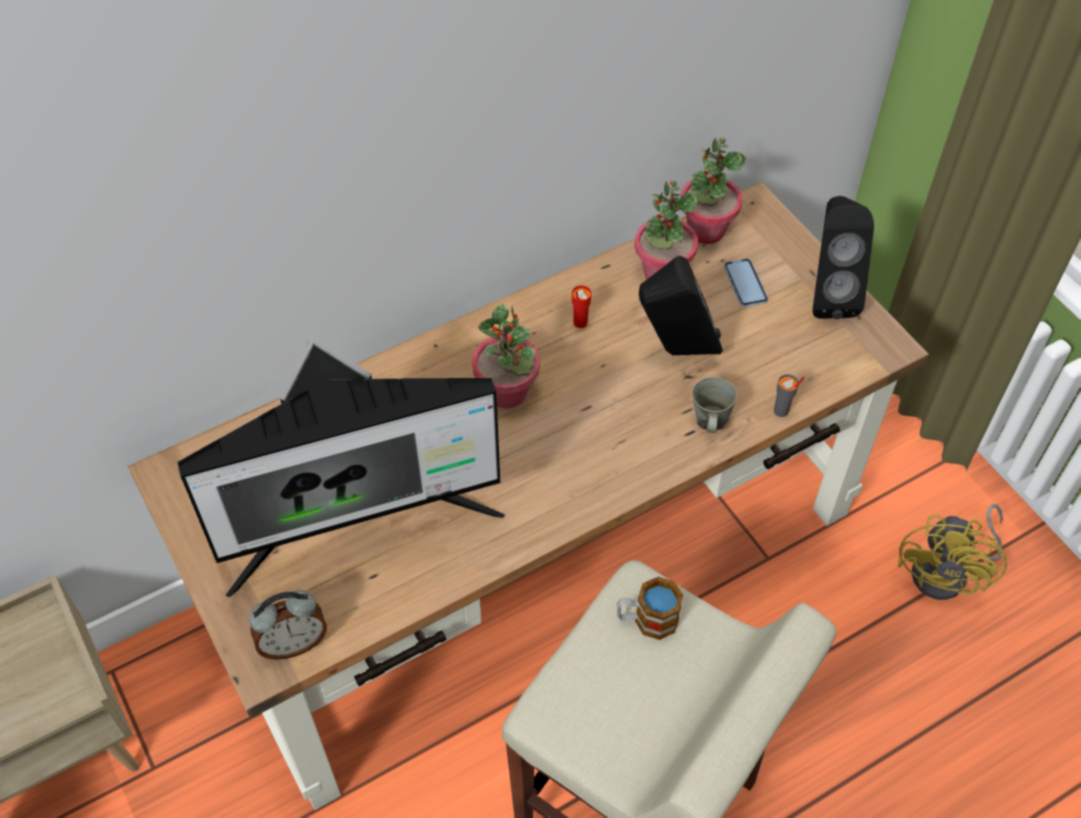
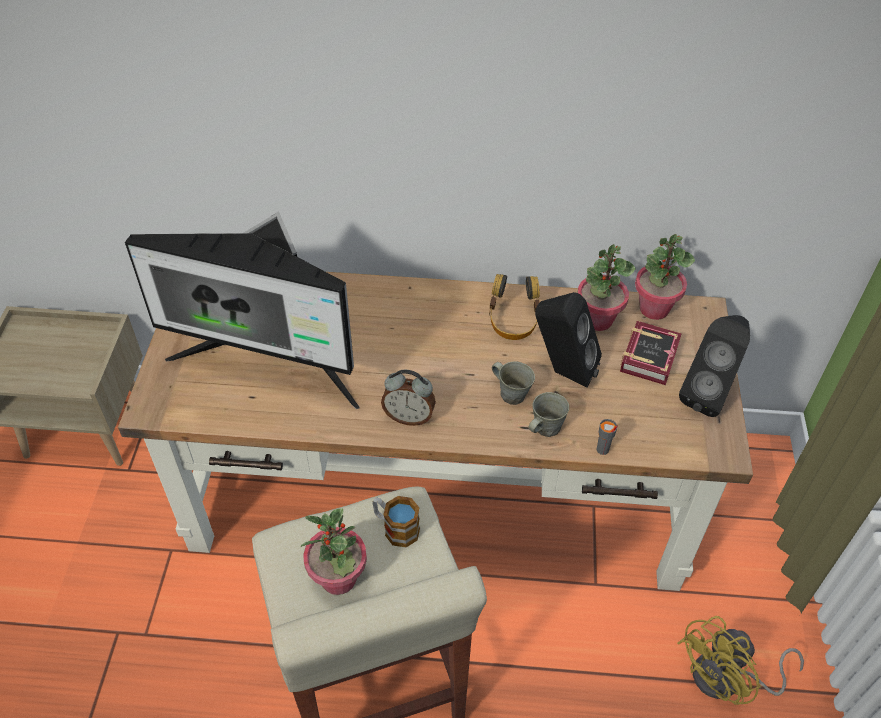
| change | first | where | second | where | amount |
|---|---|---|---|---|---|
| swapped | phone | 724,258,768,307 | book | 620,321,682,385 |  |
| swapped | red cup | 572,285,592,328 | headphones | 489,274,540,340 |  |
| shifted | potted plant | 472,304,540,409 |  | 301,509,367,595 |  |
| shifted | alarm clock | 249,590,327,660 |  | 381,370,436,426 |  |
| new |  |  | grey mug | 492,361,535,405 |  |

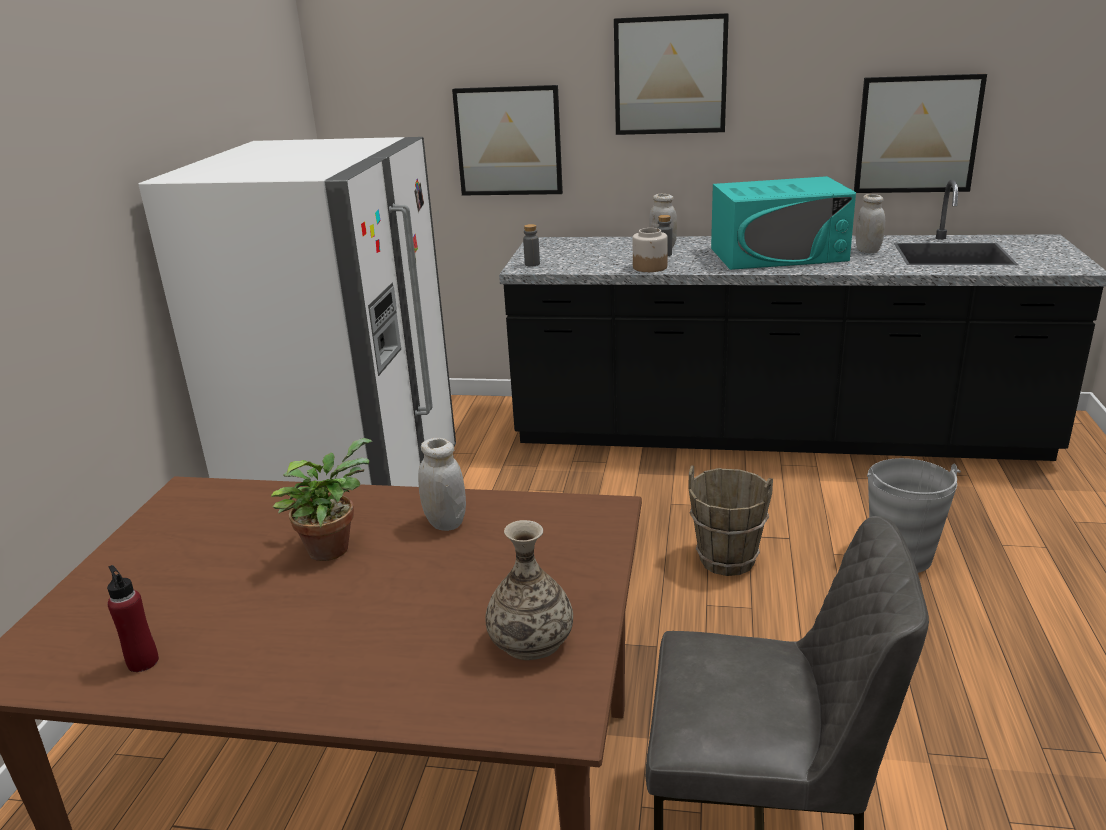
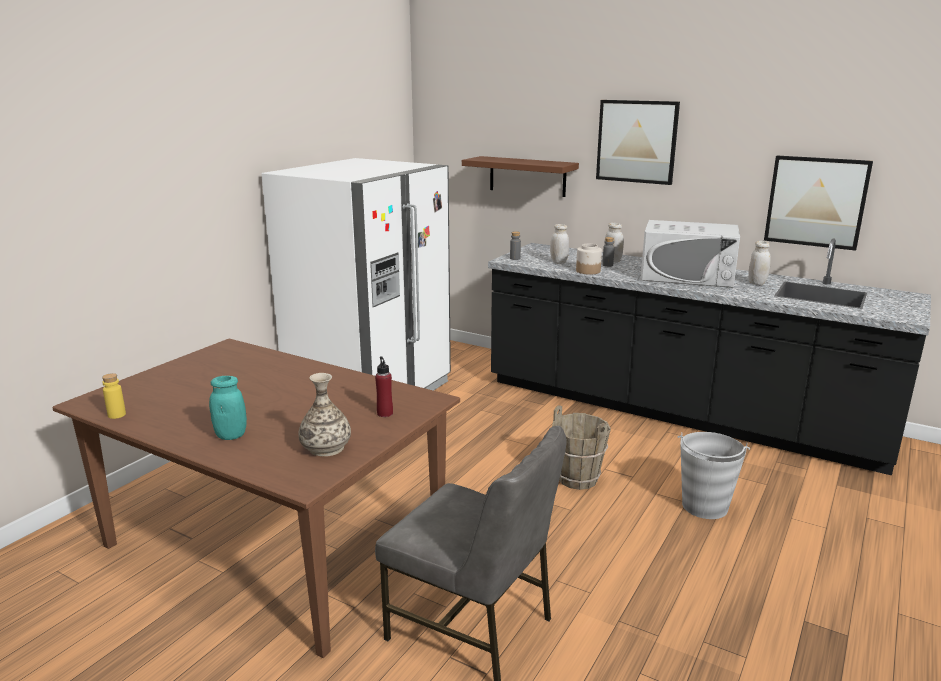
| change | first | where | second | where | amount |
|---|---|---|---|---|---|
| swapped | picture | 452,85,563,195 | brown shelf | 462,156,579,197 |  |
| repainted | turquoise microwave | 711,176,856,270 | white microwave | 641,220,740,288 |  |
| gone | potted plant | 271,438,372,561 |  |  |  |
| shifted | white jar | 418,438,466,531 |  | 550,224,569,264 |  |
| shifted | red bottle | 107,565,159,672 |  | 375,356,393,417 |  |
| new |  |  | yellow bottle | 102,373,126,419 |  |
| new |  |  | turquoise jar | 209,376,247,440 |  |

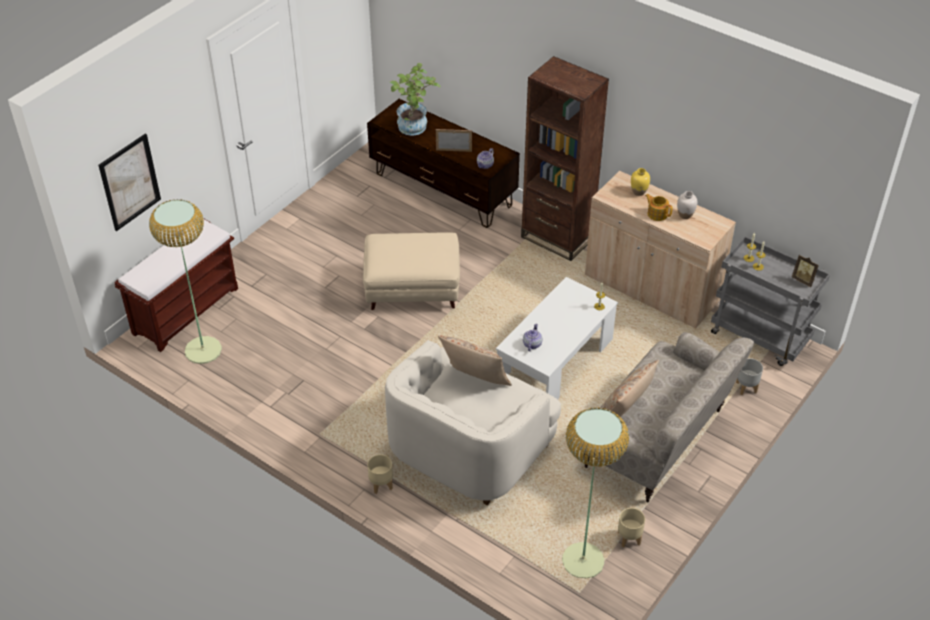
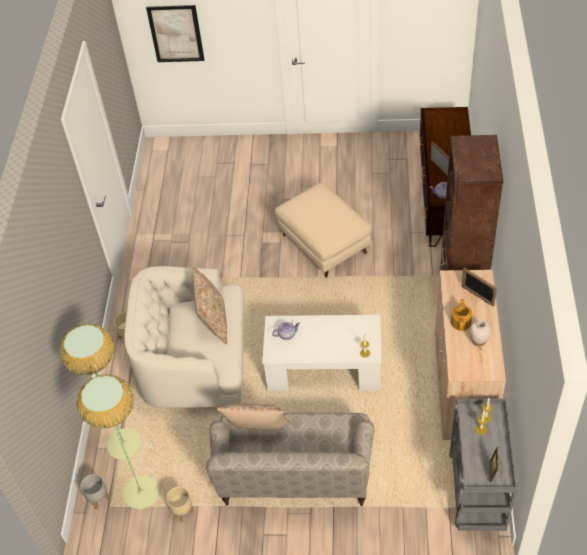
| change | first | where | second | where | amount |
|---|---|---|---|---|---|
| gone | potted plant | 390,63,441,136 |  |  |  |
| swapped | yellow vase | 631,168,650,196 | picture frame | 462,267,497,307 |  |
| shifted | floor lamp | 149,199,222,364 |  | 59,324,141,460 |  |
| gone | brown bench | 114,218,238,352 |  |  |  |
| shifted | grey planter | 736,358,763,395 |  | 80,474,110,509 |  |

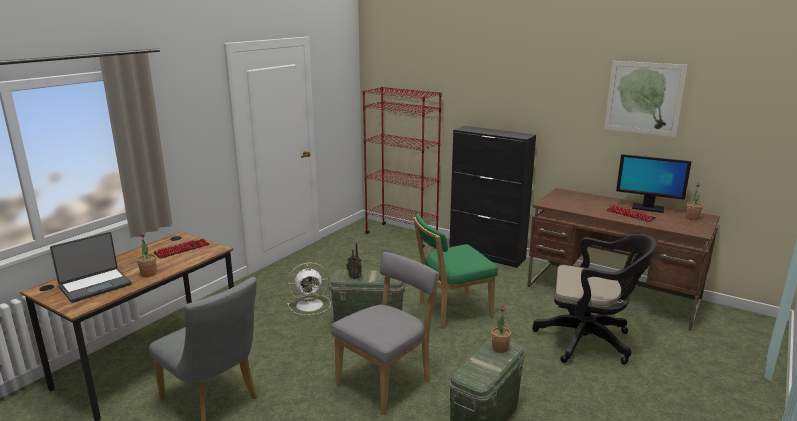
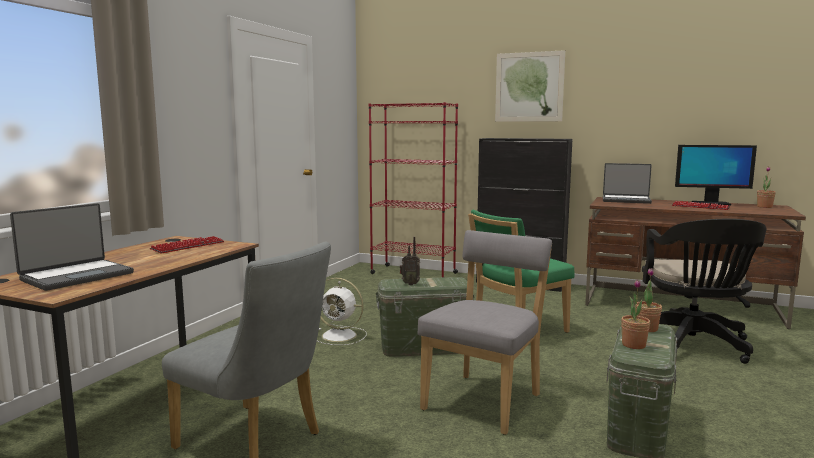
| change | first | where | second | where | amount |
|---|---|---|---|---|---|
| shifted | picture | 604,61,688,137 |  | 495,50,565,122 |  |
| shifted | potted plant | 137,232,157,277 |  | 621,279,650,349 |  |
| rotated | black office chair | 532,234,657,364 |  | 642,219,766,364 | 90 degrees clockwise |
| rotated | white fan | 287,262,331,315 |  | 317,278,367,345 | 45 degrees clockwise |
| new |  |  | laptop | 603,163,652,204 |  |

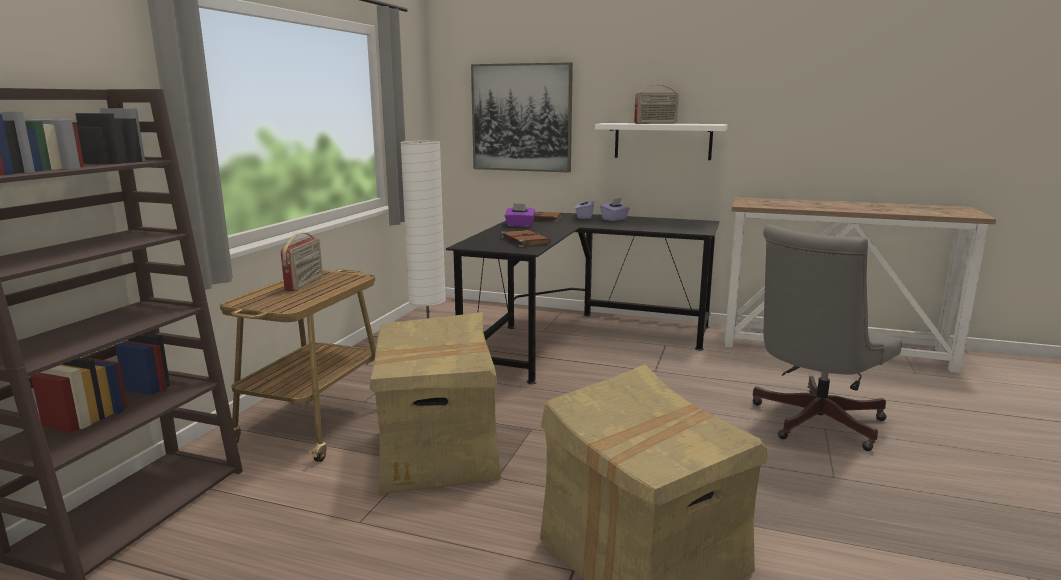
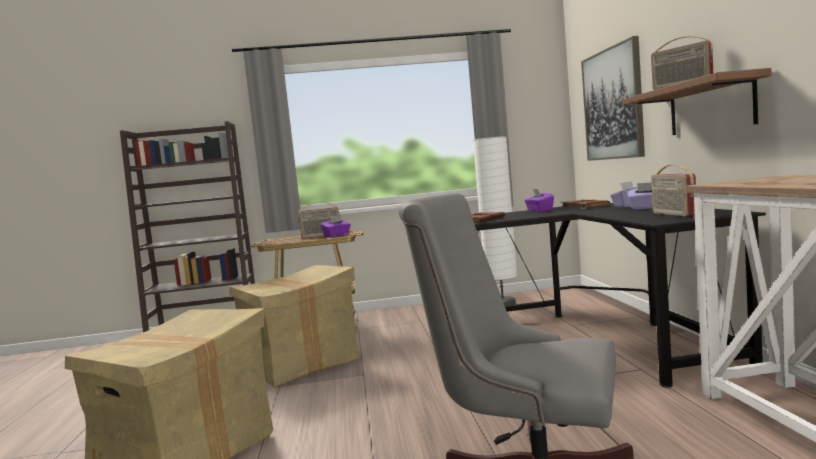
| change | first | where | second | where | amount |
|---|---|---|---|---|---|
| repainted | white shelf | 595,123,728,160 | brown shelf | 622,68,772,135 |  |
| new |  |  | radio | 651,164,696,217 |  |
| new |  |  | purple tissue box | 320,215,351,237 |  |

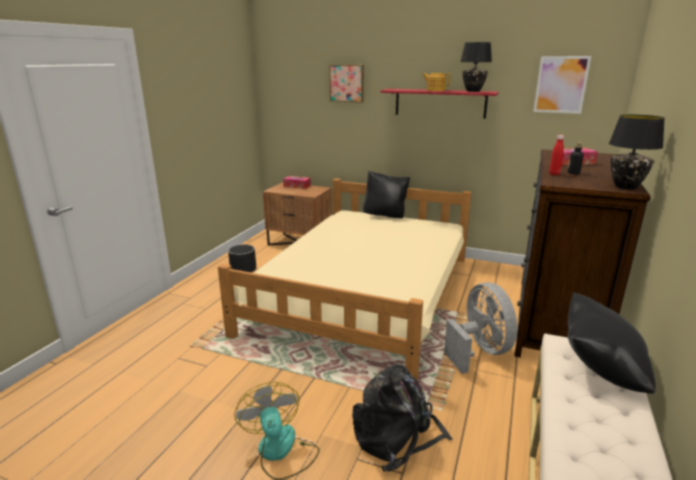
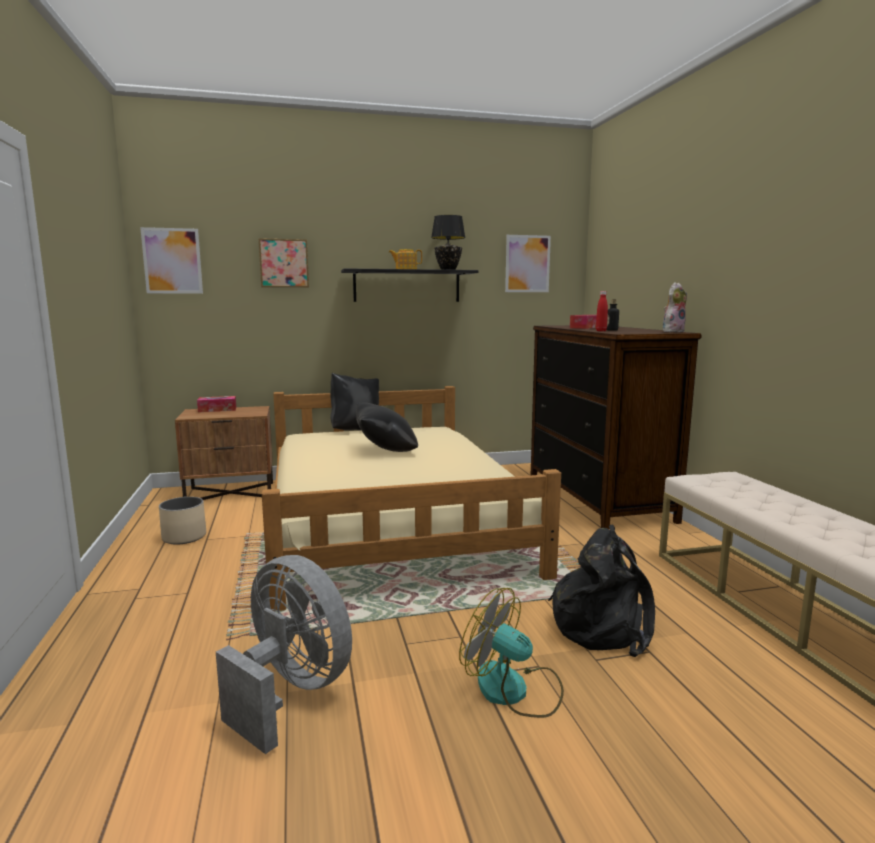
| change | first | where | second | where | amount |
|---|---|---|---|---|---|
| repainted | red shelf | 380,89,499,119 | black shelf | 341,268,478,302 |  |
| swapped | black table lamp | 609,115,665,189 | plush toy | 663,282,687,332 |  |
| repainted | black planter | 228,244,256,273 | beige planter | 159,497,206,544 |  |
| shifted | grey fan | 444,282,517,374 |  | 216,555,352,754 |  |
| shifted | black pillow | 568,292,656,394 |  | 356,402,418,452 |  |
| new |  |  | picture | 140,227,203,293 |  |

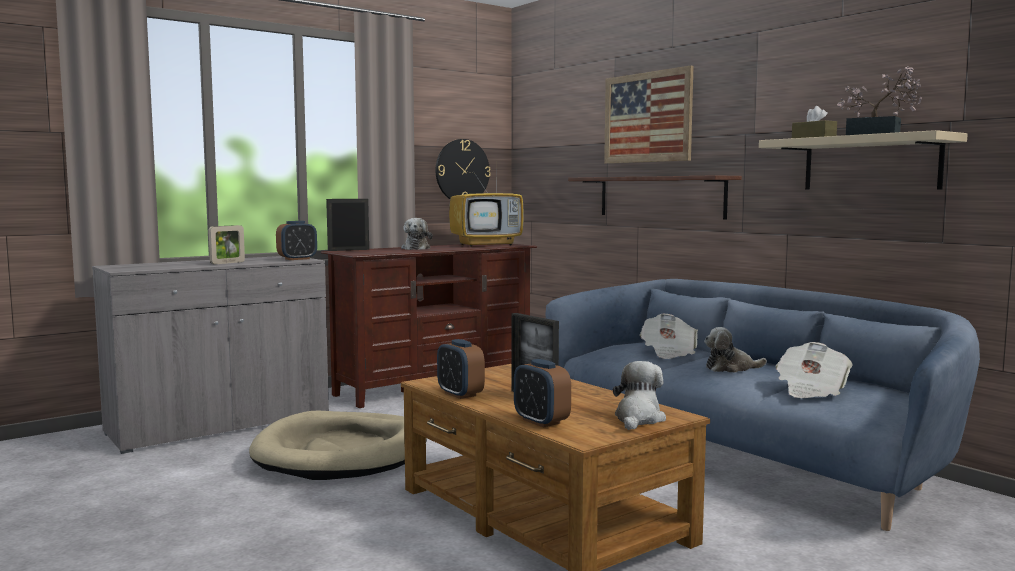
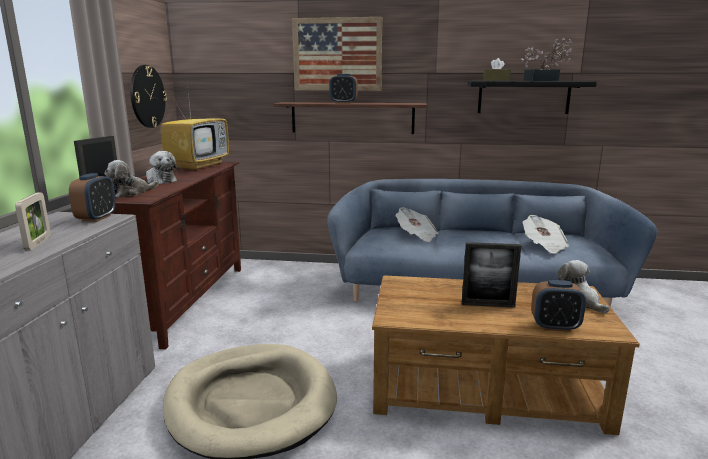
| change | first | where | second | where | amount |
|---|---|---|---|---|---|
| repainted | beige shelf | 759,130,968,190 | black shelf | 468,81,597,114 |  |
| shifted | plush toy | 704,327,767,373 |  | 105,160,158,198 |  |
| shifted | alarm clock | 437,339,485,399 |  | 329,74,358,103 |  |

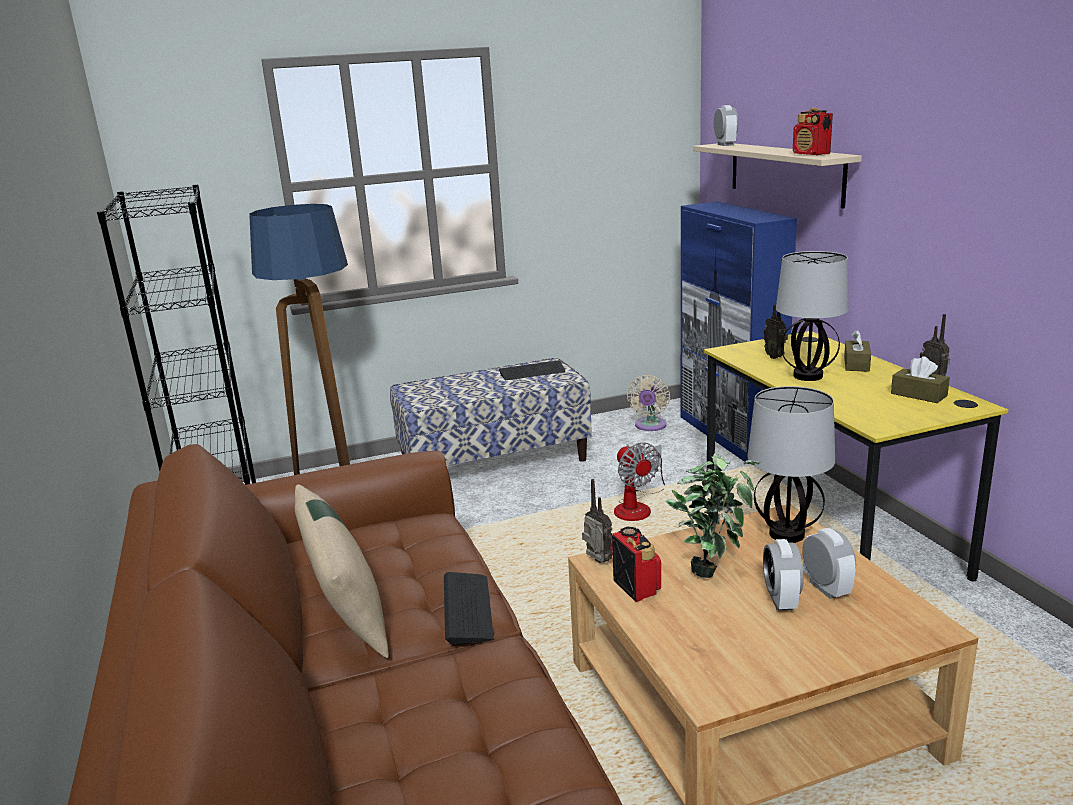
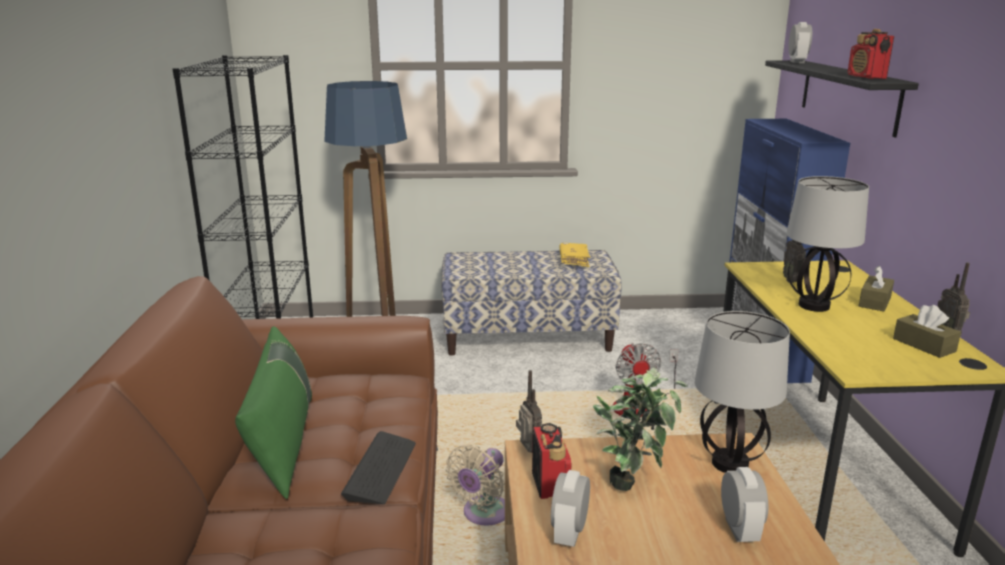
| change | first | where | second | where | amount |
|---|---|---|---|---|---|
| repainted | beige shelf | 693,143,862,209 | black shelf | 765,60,919,137 |  |
| swapped | keyboard | 499,360,565,380 | yellow book | 559,243,590,267 |  |
| shifted | beige fan | 627,375,670,431 |  | 446,444,505,526 |  |
| repainted | beige pillow | 295,484,389,658 | green pillow | 235,326,312,499 |  |
| shifted | alarm clock | 763,539,804,611 |  | 551,470,590,547 |  |

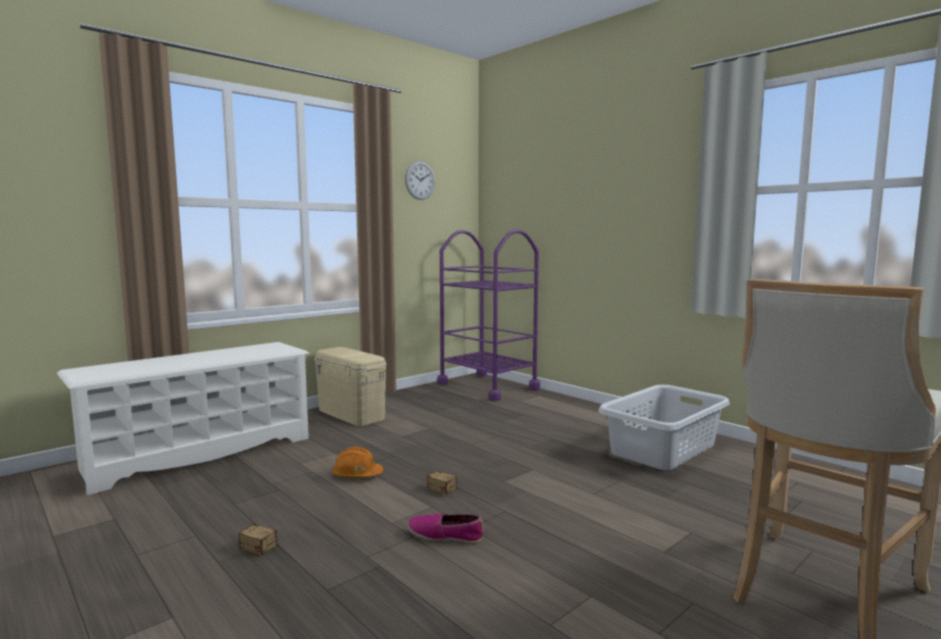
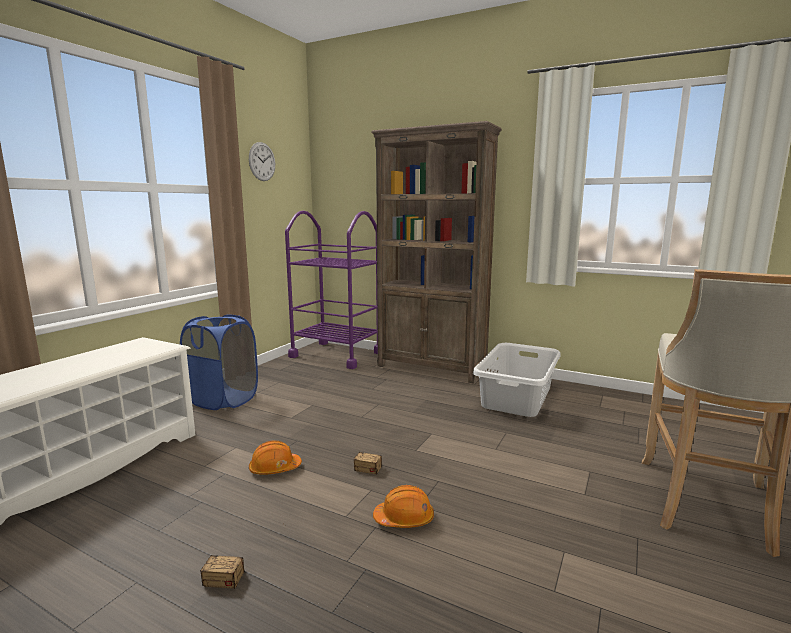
| change | first | where | second | where | amount |
|---|---|---|---|---|---|
| swapped | beige storage box | 314,347,387,426 | blue laundry basket | 180,314,258,410 |  |
| swapped | shoe | 408,514,484,544 | orange hard hat | 373,485,434,528 |  |
| new |  |  | brown bookcase | 371,121,502,384 |  |

